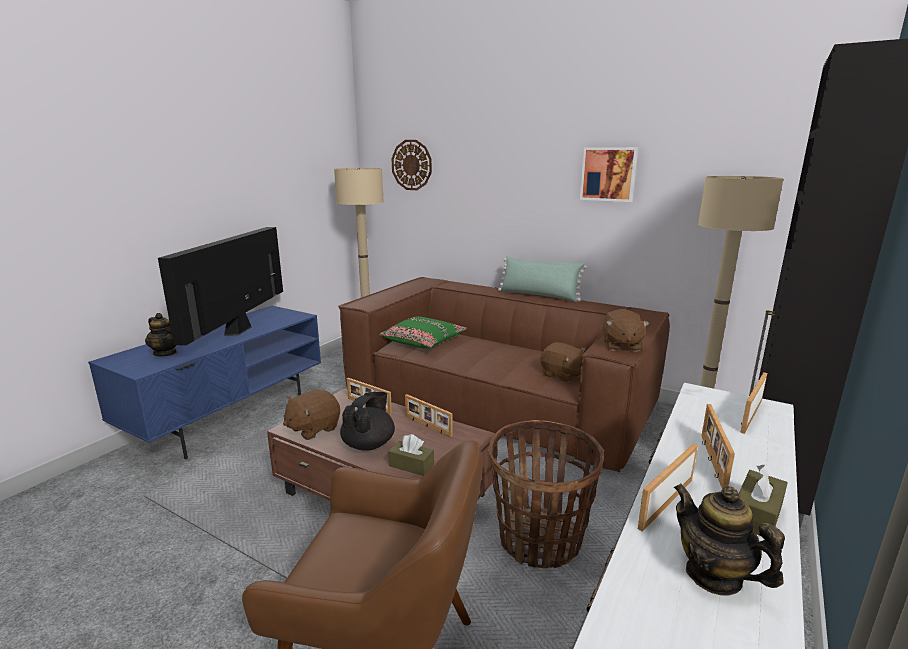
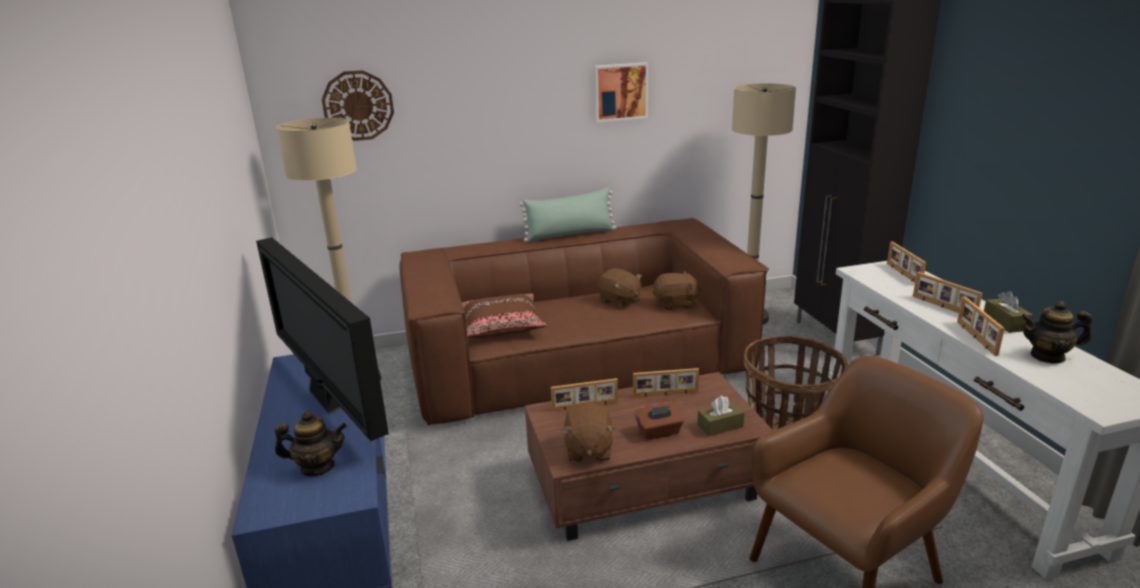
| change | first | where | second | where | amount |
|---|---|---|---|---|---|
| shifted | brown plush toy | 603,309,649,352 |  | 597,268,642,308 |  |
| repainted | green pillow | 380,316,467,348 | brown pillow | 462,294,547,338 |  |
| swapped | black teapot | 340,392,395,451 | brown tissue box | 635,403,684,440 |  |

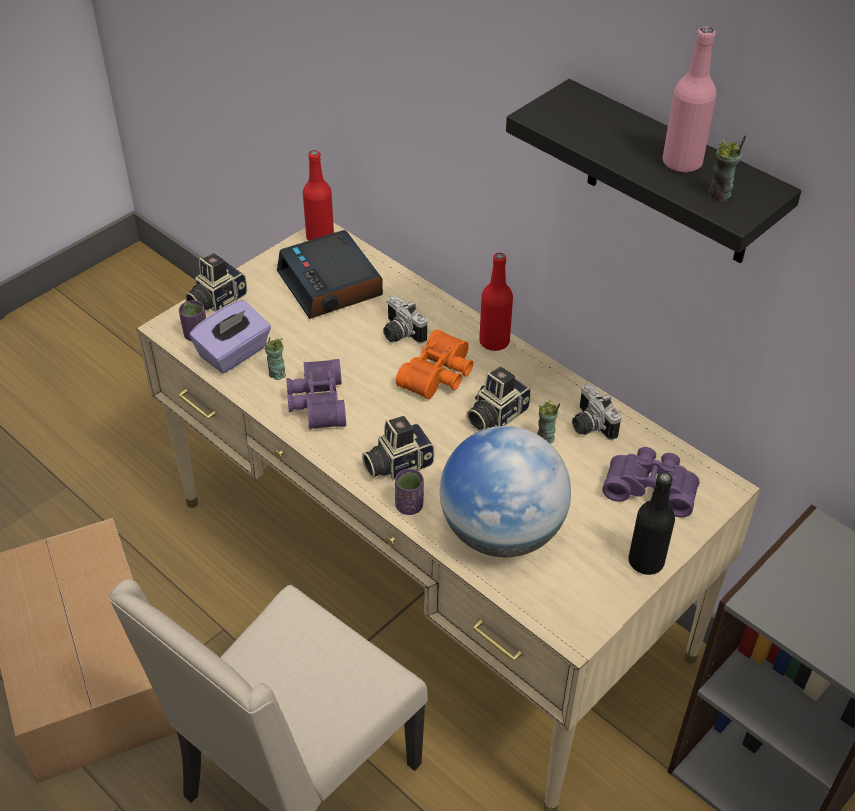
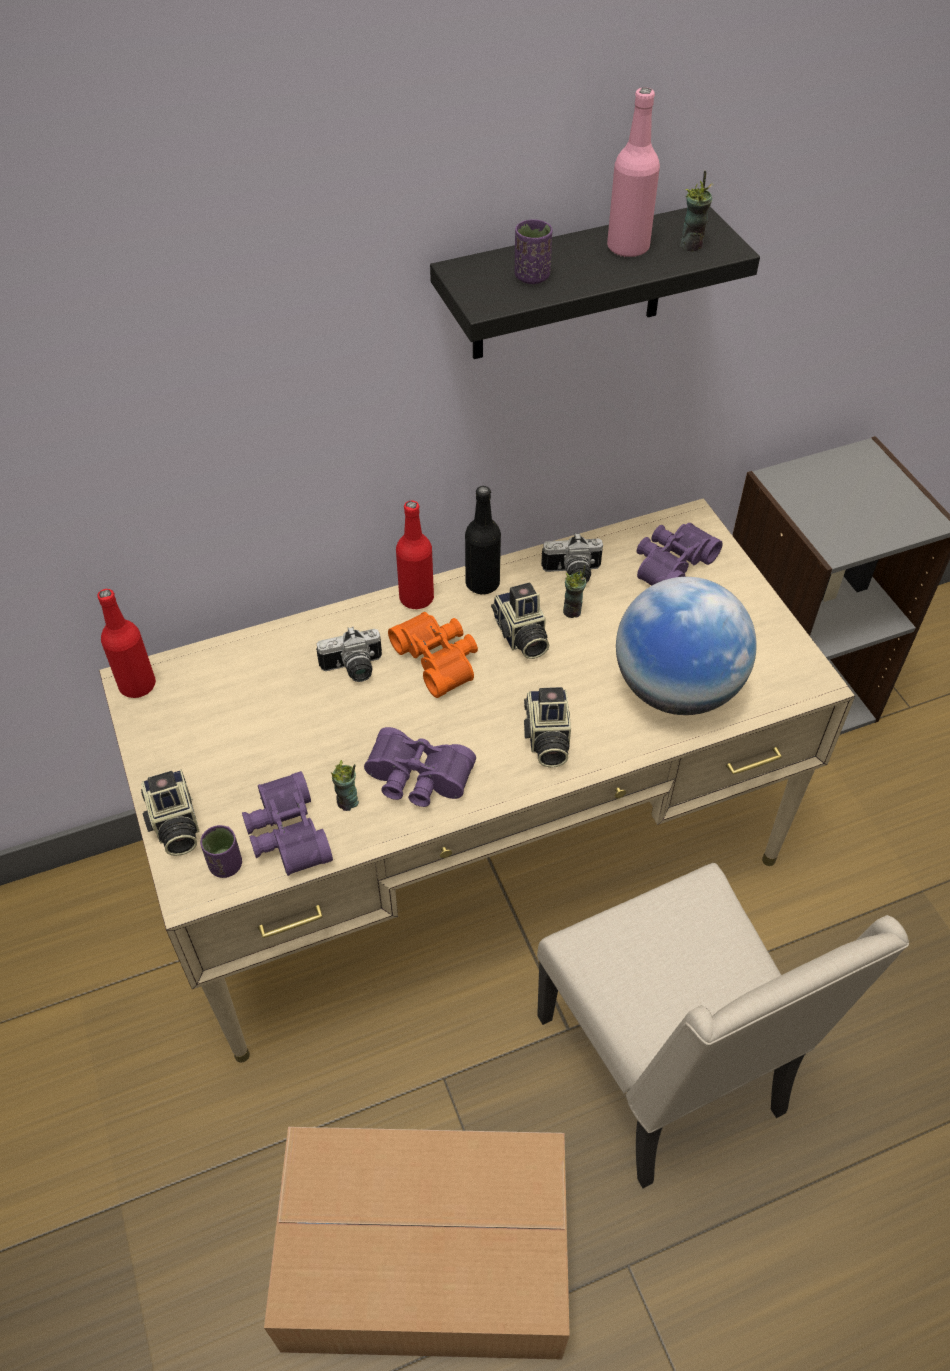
| change | first | where | second | where | amount |
|---|---|---|---|---|---|
| gone | alarm clock | 277,230,383,319 |  |  |  |
| swapped | purple tissue box | 189,300,271,373 | purple binoculars | 242,771,333,876 |  |
| shifted | purple cup | 395,469,424,515 |  | 515,219,552,284 |  |
| shifted | black bottle | 628,472,675,575 |  | 465,486,501,594 |  |

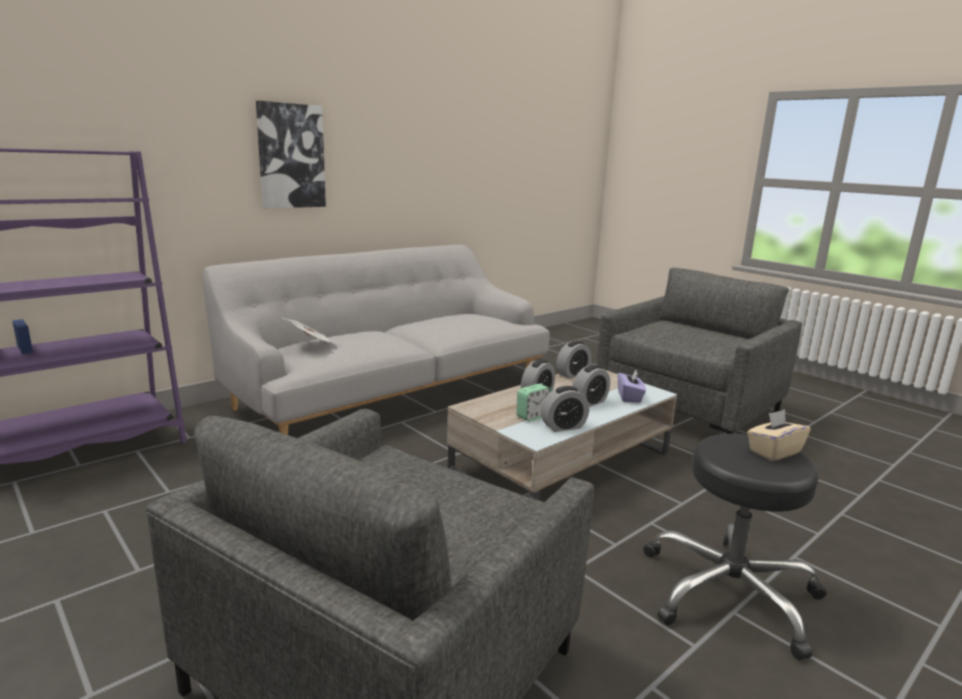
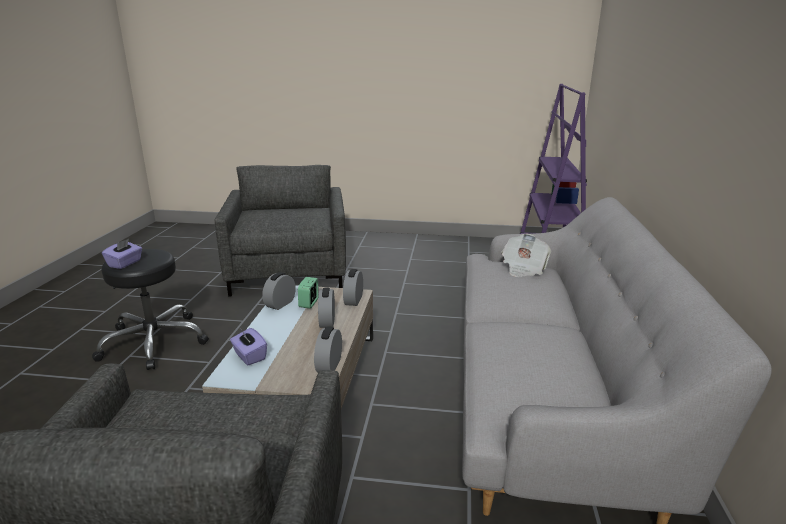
| change | first | where | second | where | amount |
|---|---|---|---|---|---|
| gone | picture | 256,101,326,208 |  |  |  |
| shifted | alarm clock | 572,365,610,407 |  | 343,269,363,306 |  |
| repainted | beige tissue box | 747,409,811,461 | purple tissue box | 102,239,142,269 |  |

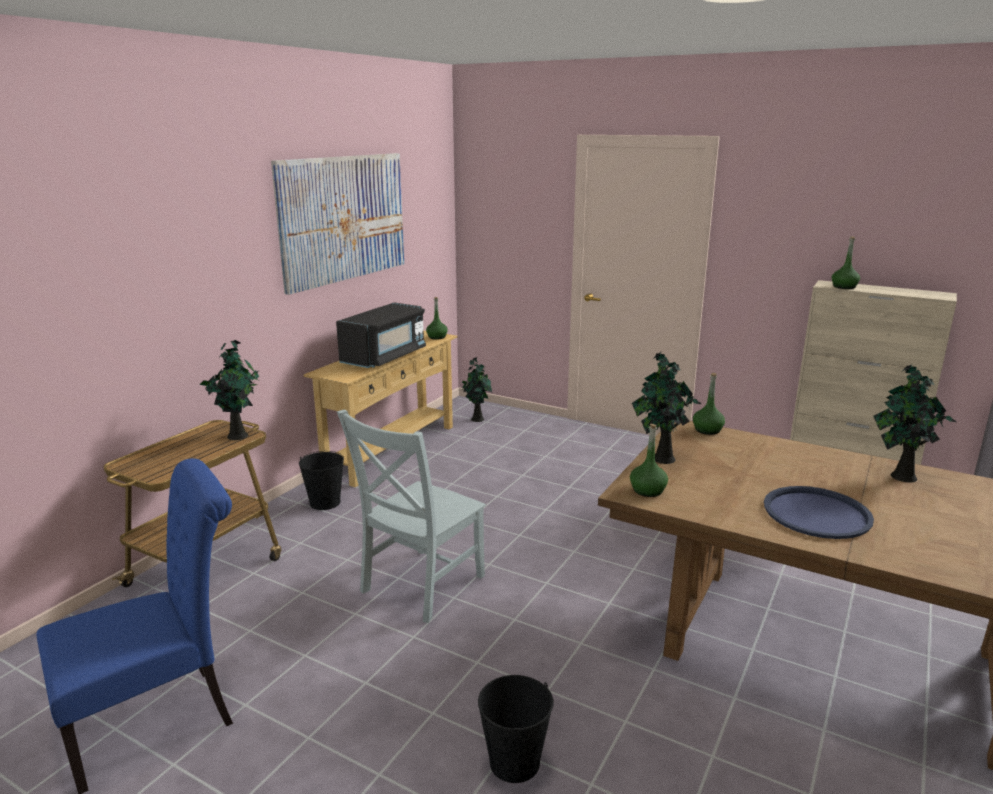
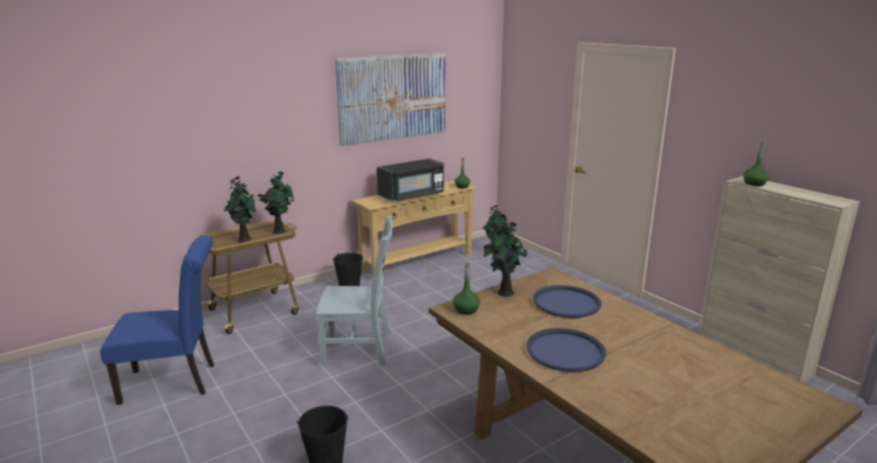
| change | first | where | second | where | amount |
|---|---|---|---|---|---|
| shifted | potted plant | 873,364,957,483 |  | 224,176,256,242 |  |
| gone | green bottle | 693,373,725,435 |  |  |  |
| rotated | grey chair | 337,410,486,623 |  | 316,216,393,365 | 150 degrees counterclockwise |
| new |  |  | blue tray | 533,285,601,318 |  |

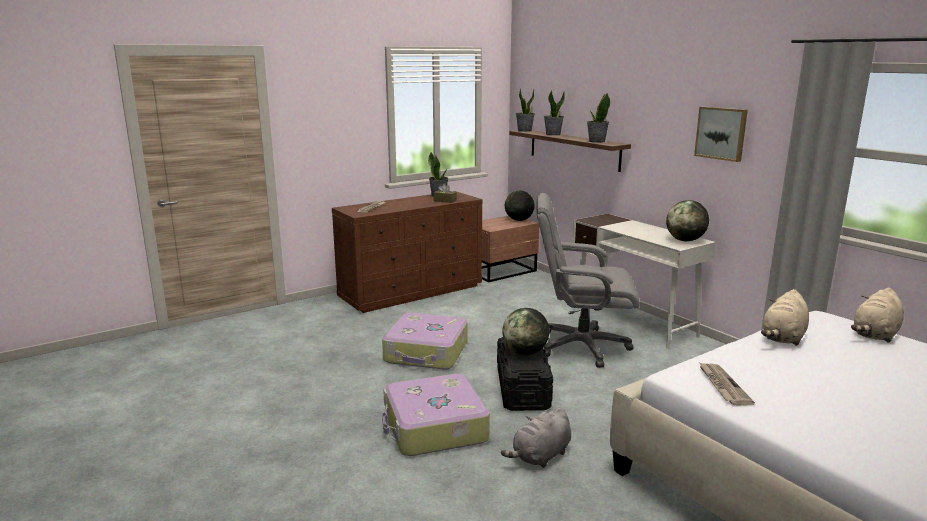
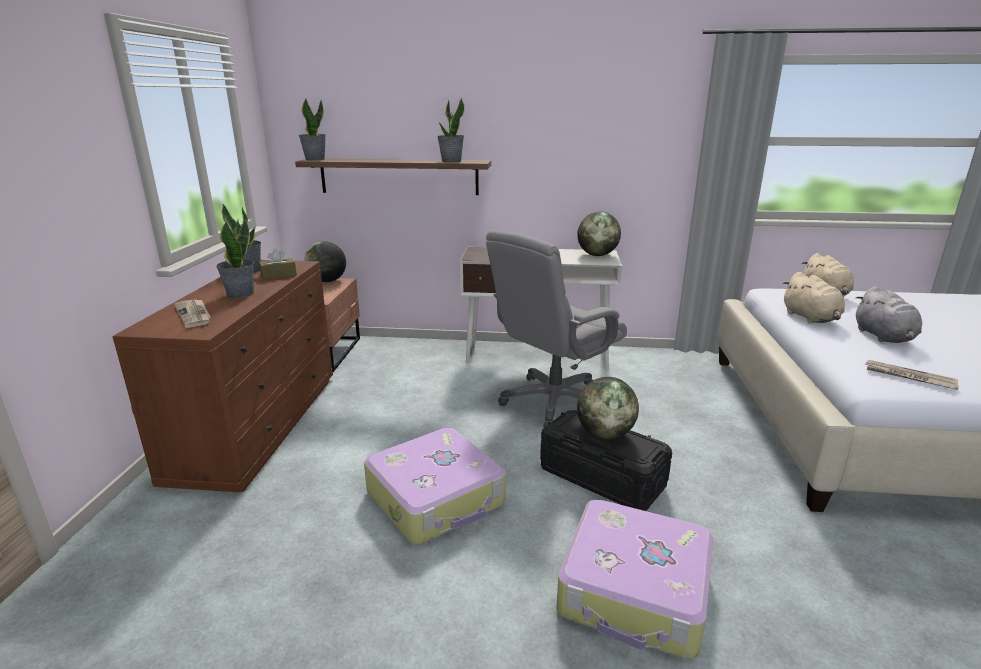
| change | first | where | second | where | amount |
|---|---|---|---|---|---|
| shifted | potted plant | 544,90,565,136 |  | 216,219,254,298 |  |
| gone | picture | 694,106,748,162 |  |  |  |
| shifted | grey plush toy | 501,408,571,468 |  | 855,286,922,343 |  |

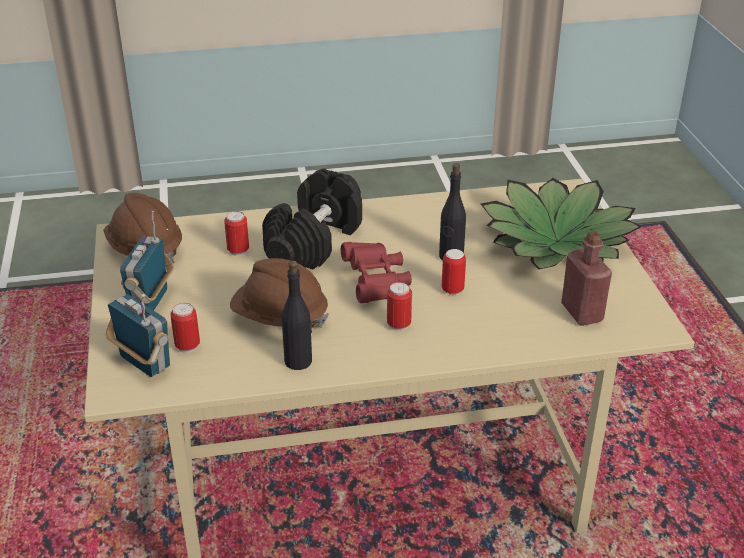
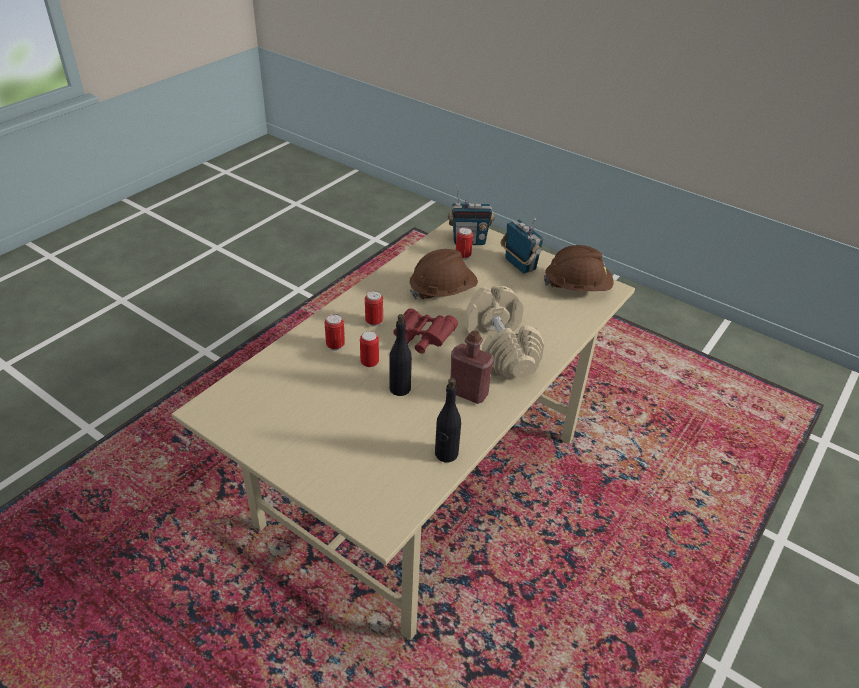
| change | first | where | second | where | amount |
|---|---|---|---|---|---|
| repainted | black dumbbell | 262,168,362,270 | beige dumbbell | 465,286,544,378 |  |
| gone | potted plant | 481,178,642,269 |  |  |  |
| shifted | can | 224,211,249,256 |  | 324,314,345,351 |  |
| shifted | red bottle | 561,231,612,326 |  | 451,331,494,404 |  |
| shifted | black bottle | 282,261,312,370 |  | 435,378,461,462 |  |

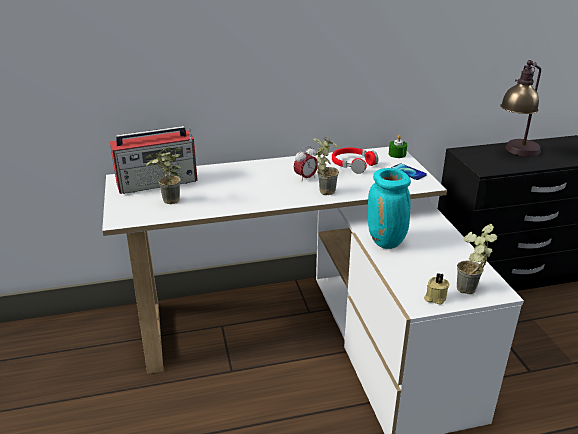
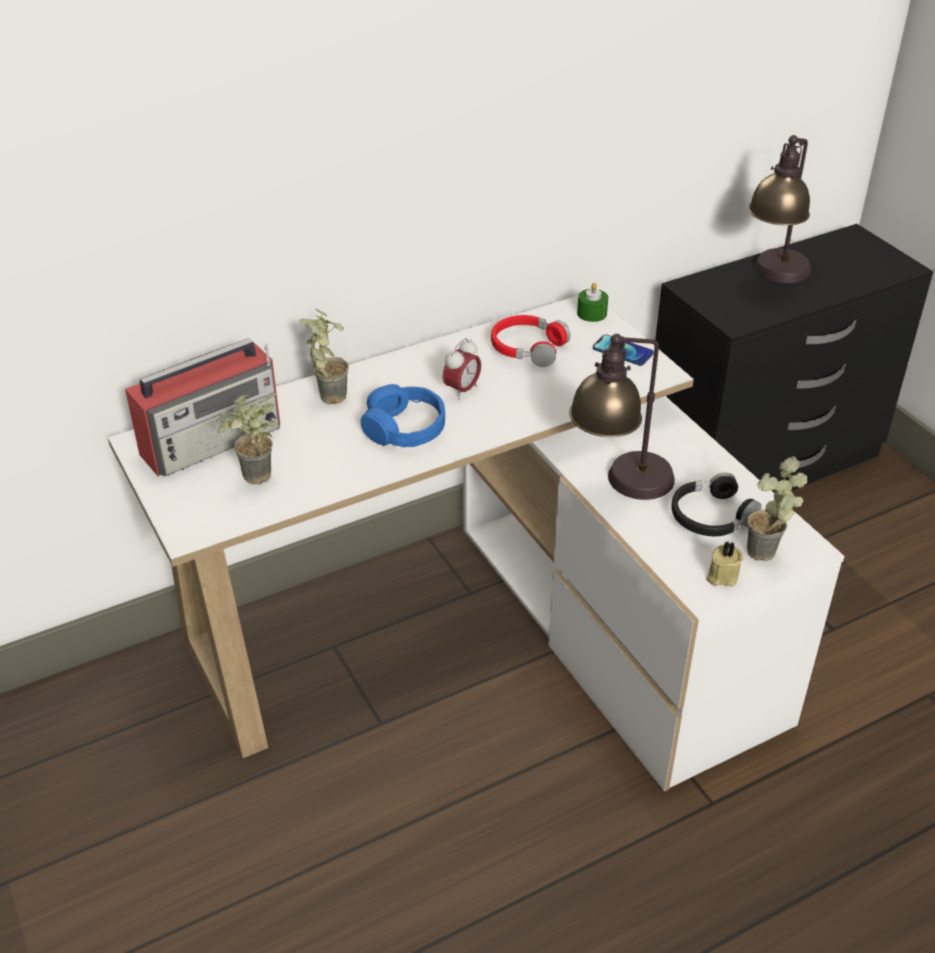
| change | first | where | second | where | amount |
|---|---|---|---|---|---|
| shifted | potted plant | 313,136,339,195 |  | 300,309,349,404 |  |
| swapped | turquoise vase | 368,168,411,249 | table lamp | 569,334,675,500 |  |
| new |  |  | blue headphones | 361,384,445,447 |  |
| new |  |  | black headphones | 671,472,761,536 |  |

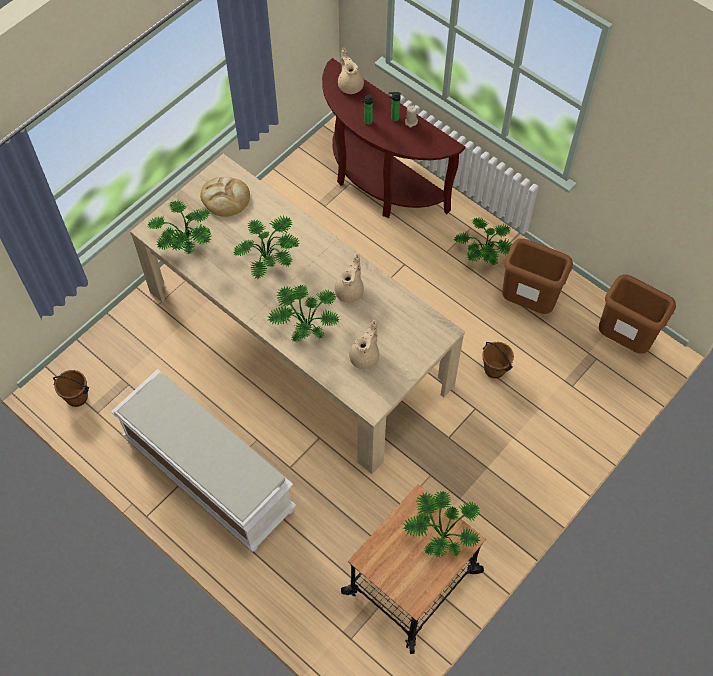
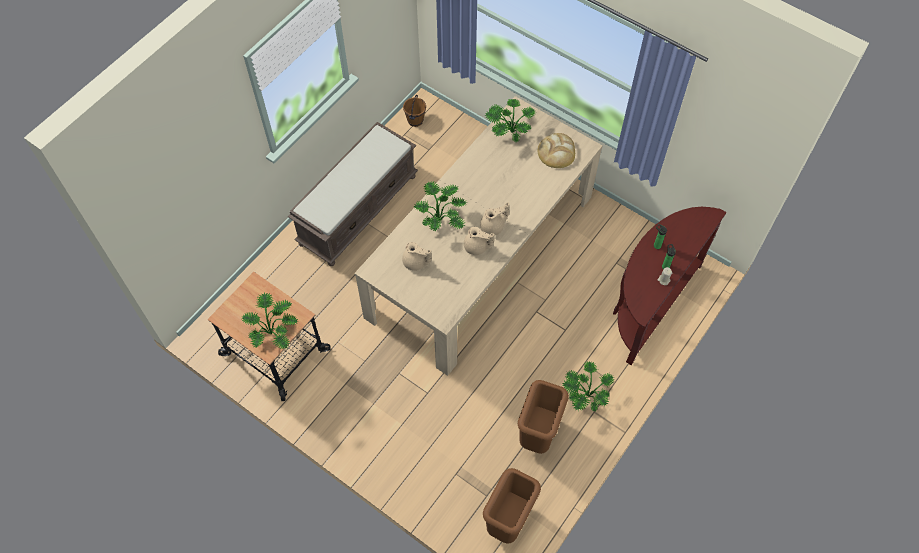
| change | first | where | second | where | amount |
|---|---|---|---|---|---|
| shifted | beige teapot | 338,47,364,94 |  | 480,202,510,236 |  |
| gone | potted plant | 233,216,300,279 |  |  |  |
| gone | brown bucket | 482,342,514,379 |  |  |  |
| repainted | white bench | 111,369,297,552 | brown bench | 288,122,418,266 |  |

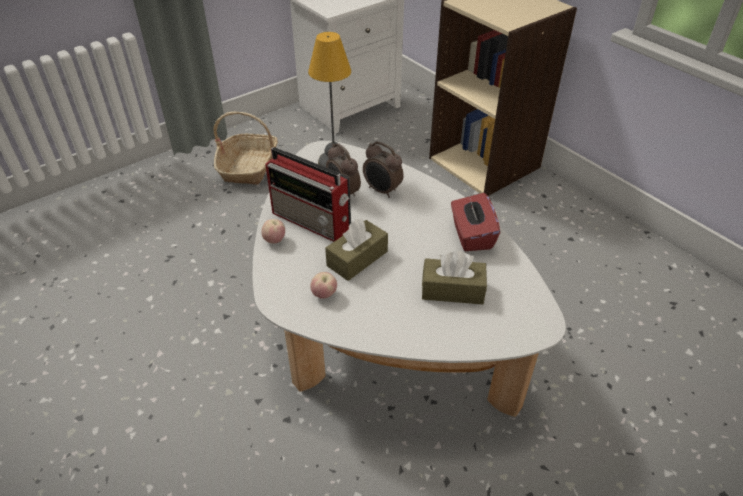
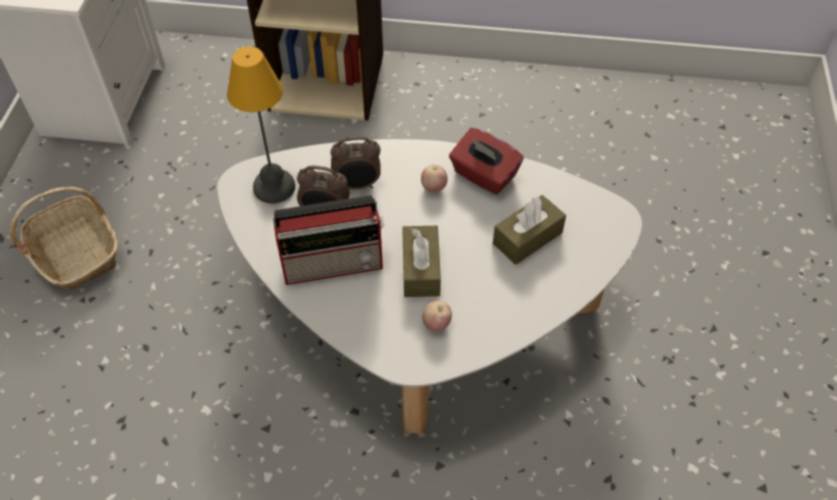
| change | first | where | second | where | amount |
|---|---|---|---|---|---|
| shifted | apple | 261,219,285,244 |  | 421,165,448,192 |  |

